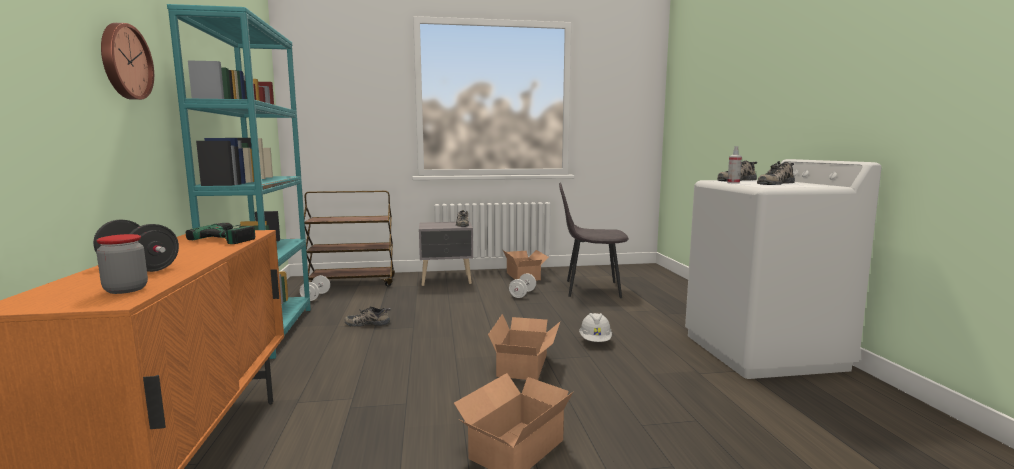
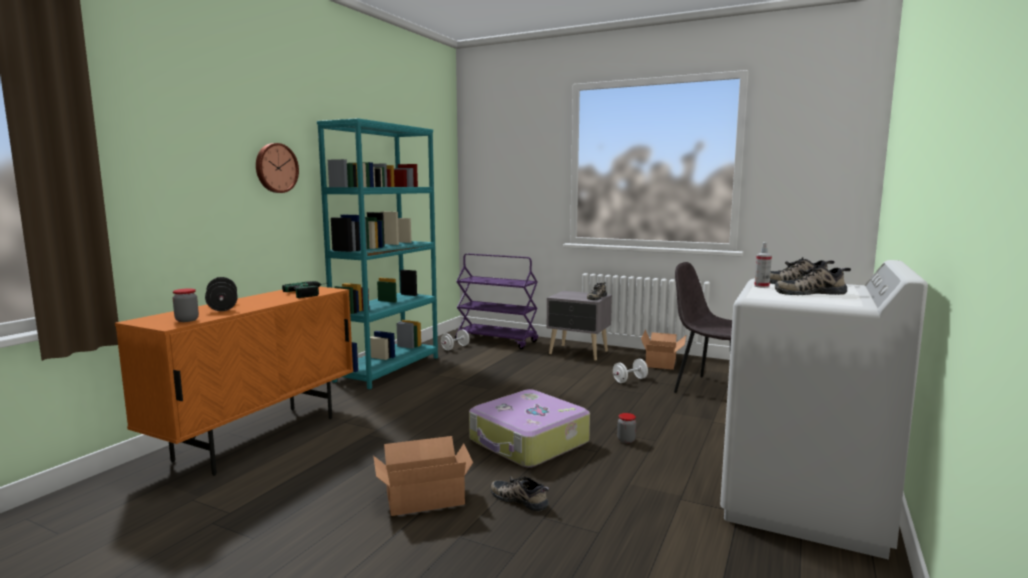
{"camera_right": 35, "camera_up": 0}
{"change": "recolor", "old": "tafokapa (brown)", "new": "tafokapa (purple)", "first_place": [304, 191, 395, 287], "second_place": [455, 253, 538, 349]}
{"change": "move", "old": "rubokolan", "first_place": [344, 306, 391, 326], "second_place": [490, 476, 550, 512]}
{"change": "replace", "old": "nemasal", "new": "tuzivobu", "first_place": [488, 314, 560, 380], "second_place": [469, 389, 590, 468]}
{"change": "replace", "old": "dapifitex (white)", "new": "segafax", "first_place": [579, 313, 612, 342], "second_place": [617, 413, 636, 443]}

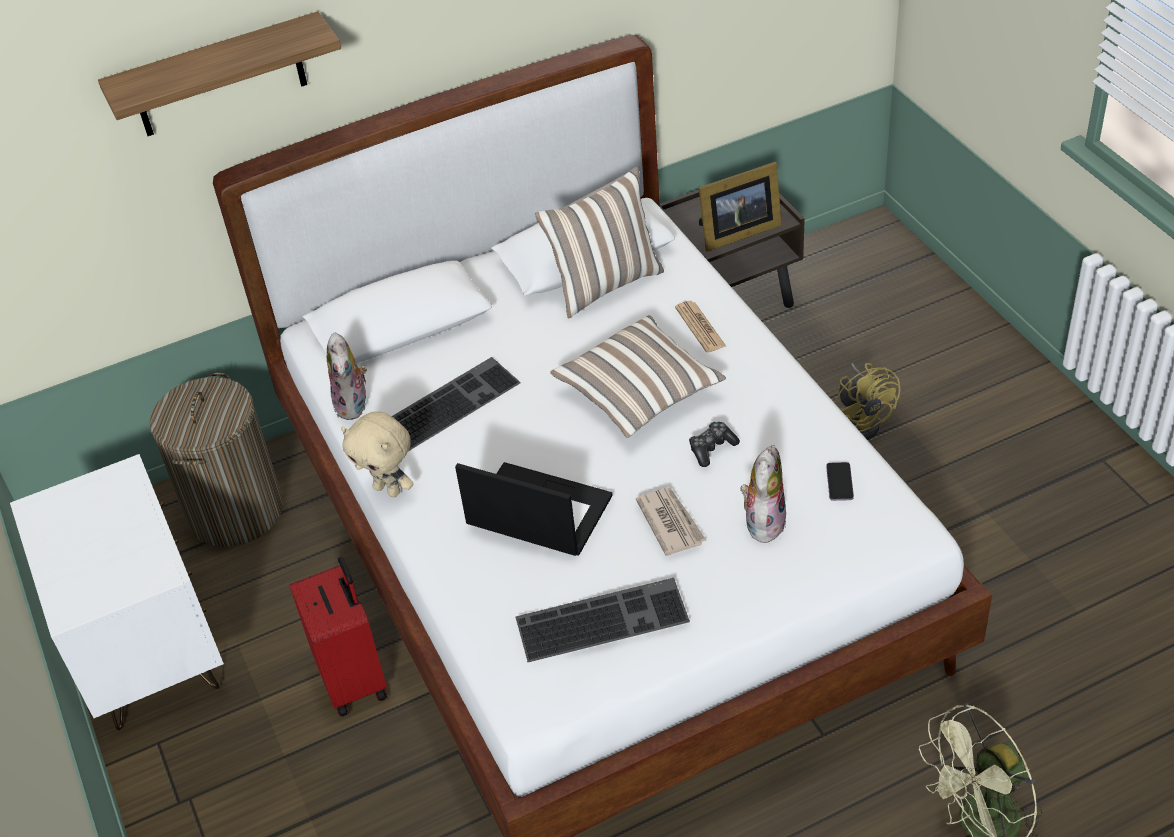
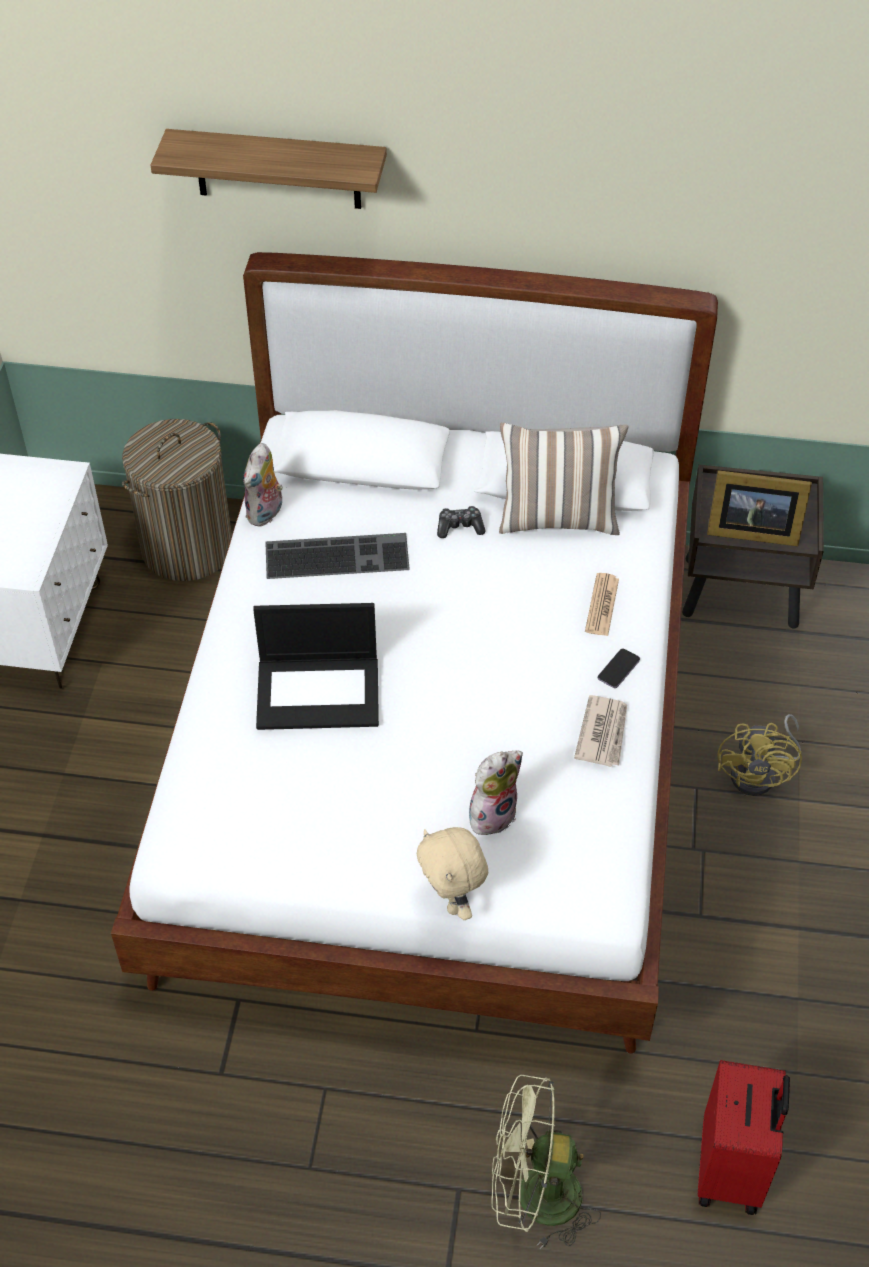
{"camera_right": 30, "camera_up": 5}
{"change": "move", "old": "tuzivobu (red)", "first_place": [289, 556, 387, 717], "second_place": [698, 1060, 790, 1215]}
{"change": "move", "old": "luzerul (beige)", "first_place": [341, 411, 413, 497], "second_place": [417, 827, 488, 920]}
{"change": "rotate", "old": "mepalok", "first_place": [455, 462, 613, 556], "second_place": [253, 603, 379, 730], "degrees": 120}
{"change": "delete", "old": "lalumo", "first_place": [516, 578, 690, 662]}
{"change": "delete", "old": "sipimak", "first_place": [550, 315, 726, 438]}
{"change": "move", "old": "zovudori", "first_place": [636, 488, 706, 556], "second_place": [574, 695, 627, 767]}
{"change": "move", "old": "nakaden", "first_place": [689, 422, 740, 467], "second_place": [437, 506, 486, 538]}
{"change": "move", "old": "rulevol", "first_place": [826, 462, 854, 501], "second_place": [598, 649, 640, 688]}

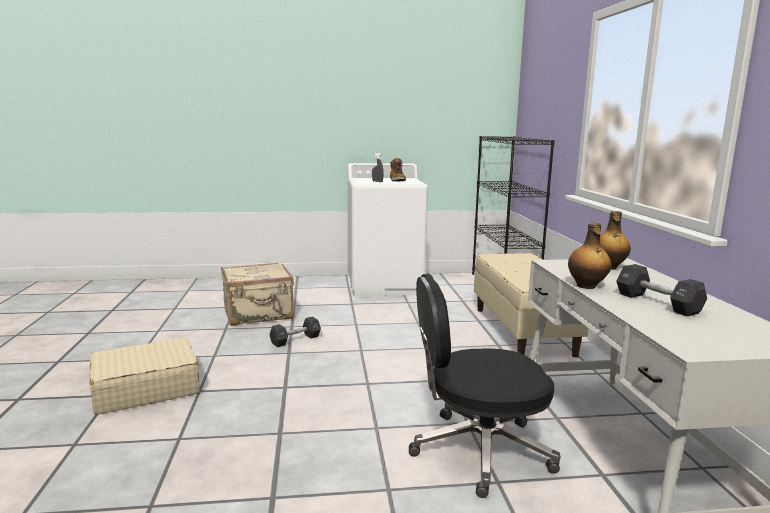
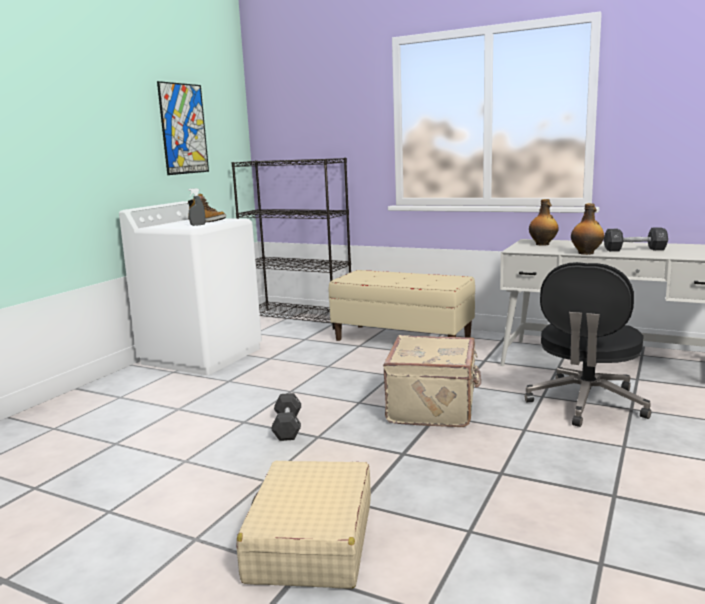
{"camera_right": -55, "camera_up": 0}
{"change": "move", "old": "tuzivobu (beige)", "first_place": [221, 262, 294, 326], "second_place": [383, 335, 481, 427]}
{"change": "insert", "new": "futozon", "second_place": [157, 81, 209, 175]}

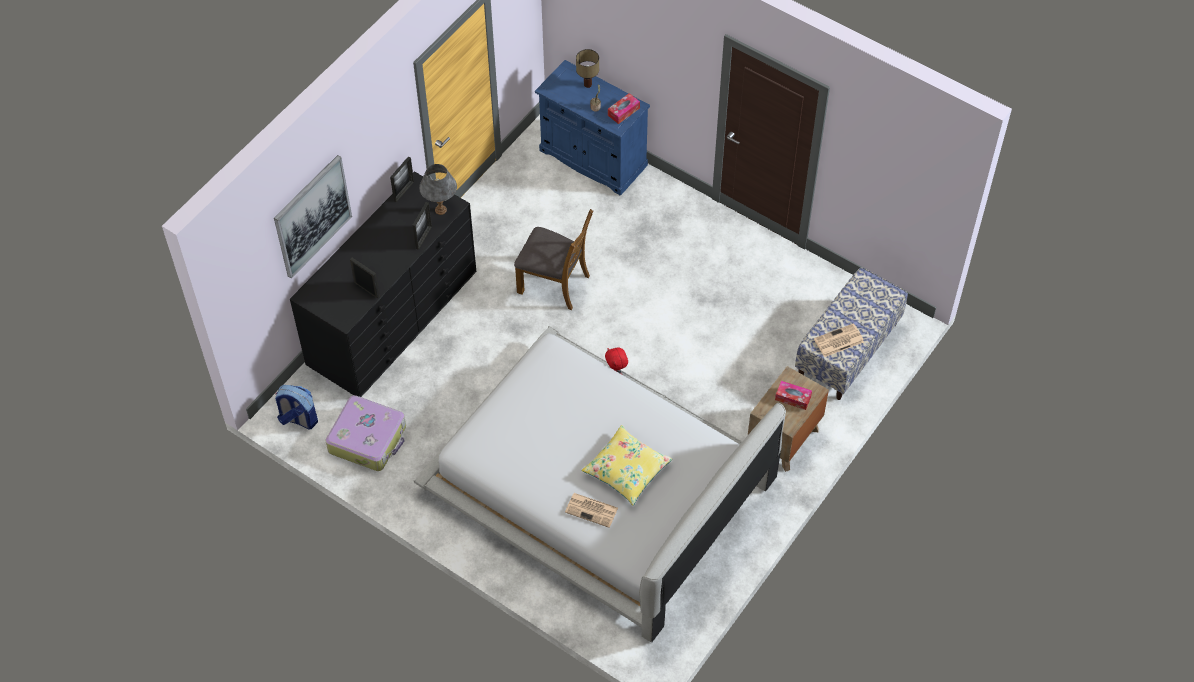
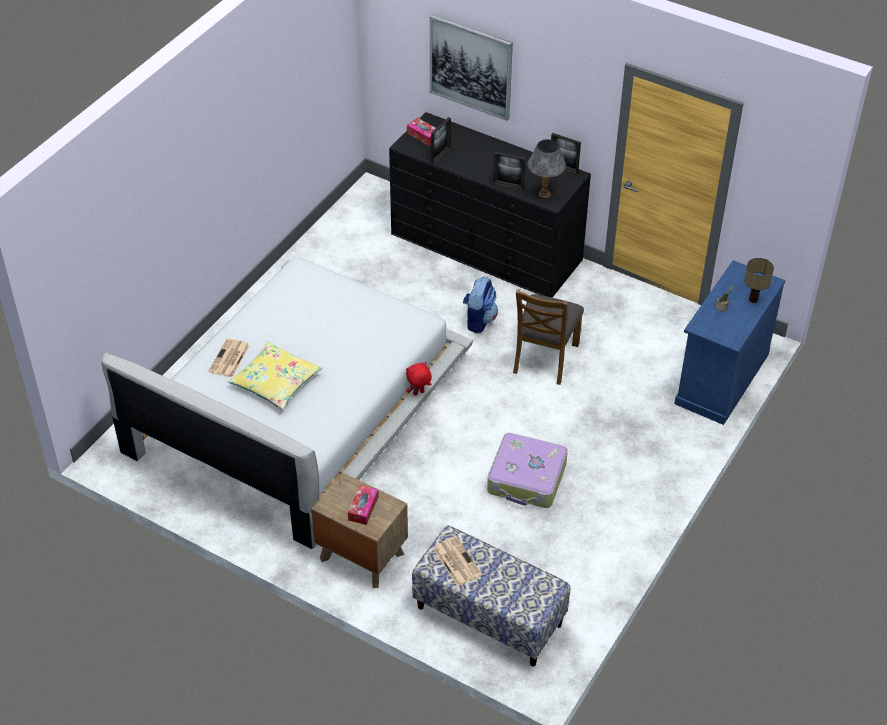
{"camera_right": 85, "camera_up": -10}
{"change": "move", "old": "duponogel", "first_place": [275, 385, 318, 430], "second_place": [463, 277, 498, 334]}
{"change": "move", "old": "tuzivobu", "first_place": [325, 395, 406, 471], "second_place": [487, 433, 568, 508]}
{"change": "move", "old": "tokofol", "first_place": [608, 93, 640, 124], "second_place": [407, 118, 436, 146]}

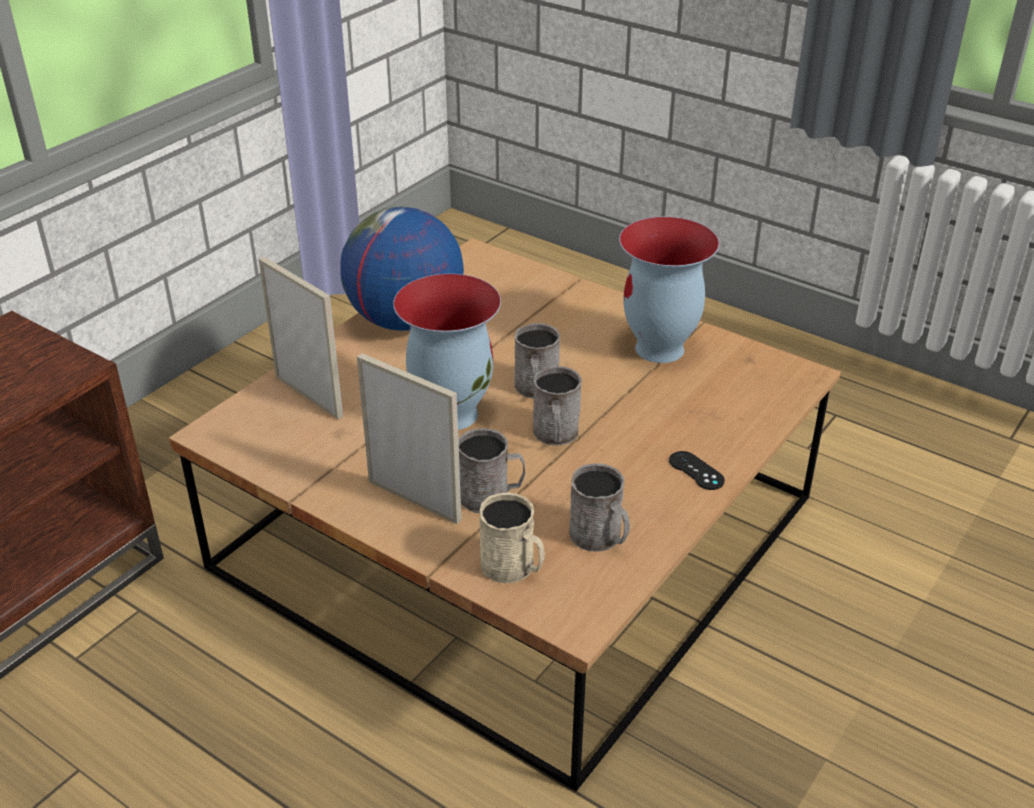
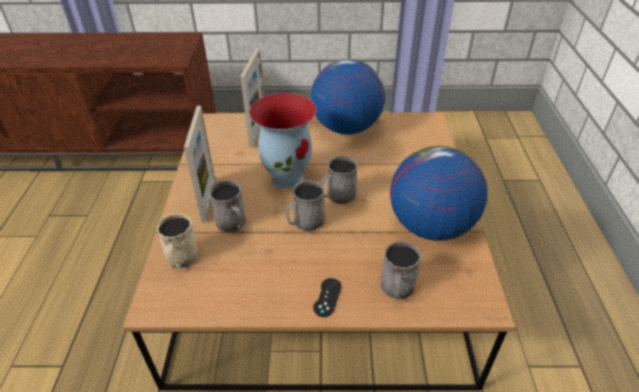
{"camera_right": 55, "camera_up": 5}
{"change": "move", "old": "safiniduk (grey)", "first_place": [569, 464, 630, 552], "second_place": [380, 241, 421, 300]}
{"change": "replace", "old": "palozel", "new": "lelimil", "first_place": [619, 217, 719, 363], "second_place": [390, 146, 487, 241]}

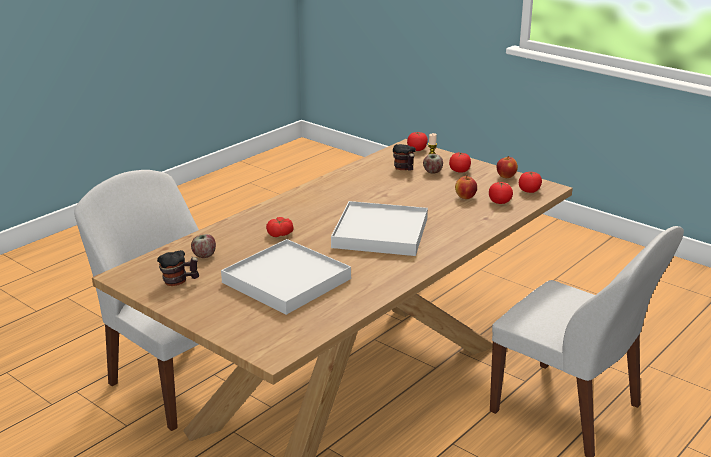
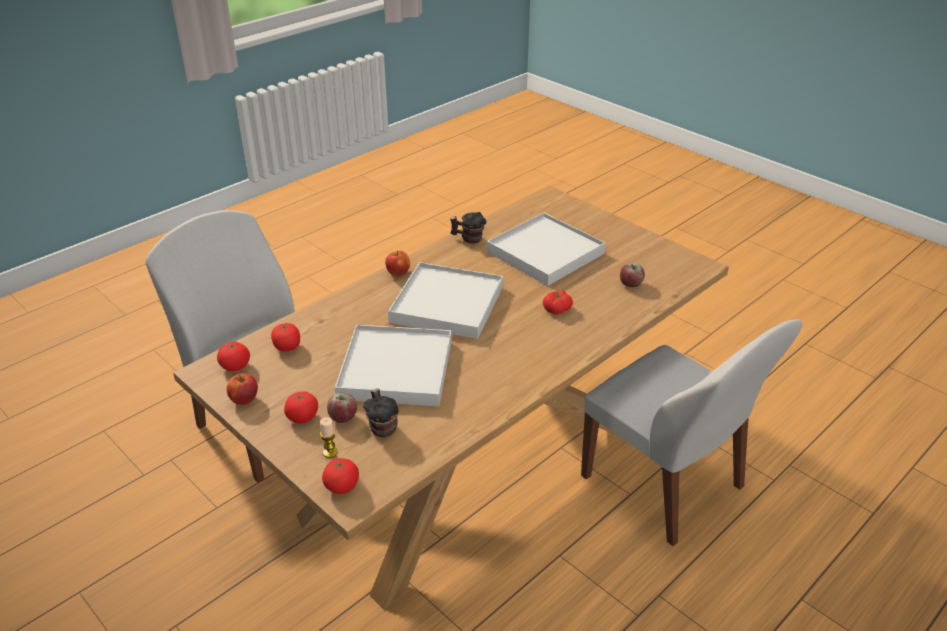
{"camera_right": -175, "camera_up": 10}
{"change": "move", "old": "safiniduk", "first_place": [157, 250, 199, 286], "second_place": [450, 212, 486, 244]}
{"change": "move", "old": "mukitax", "first_place": [455, 175, 477, 199], "second_place": [385, 251, 410, 276]}
{"change": "insert", "new": "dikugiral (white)", "second_place": [335, 325, 452, 406]}

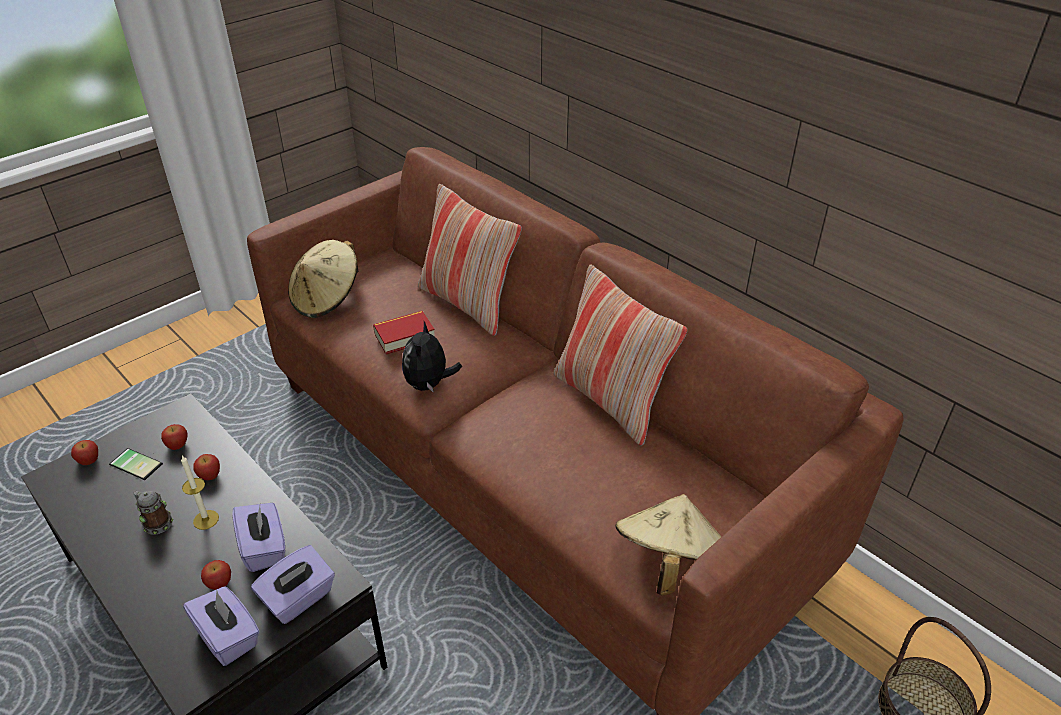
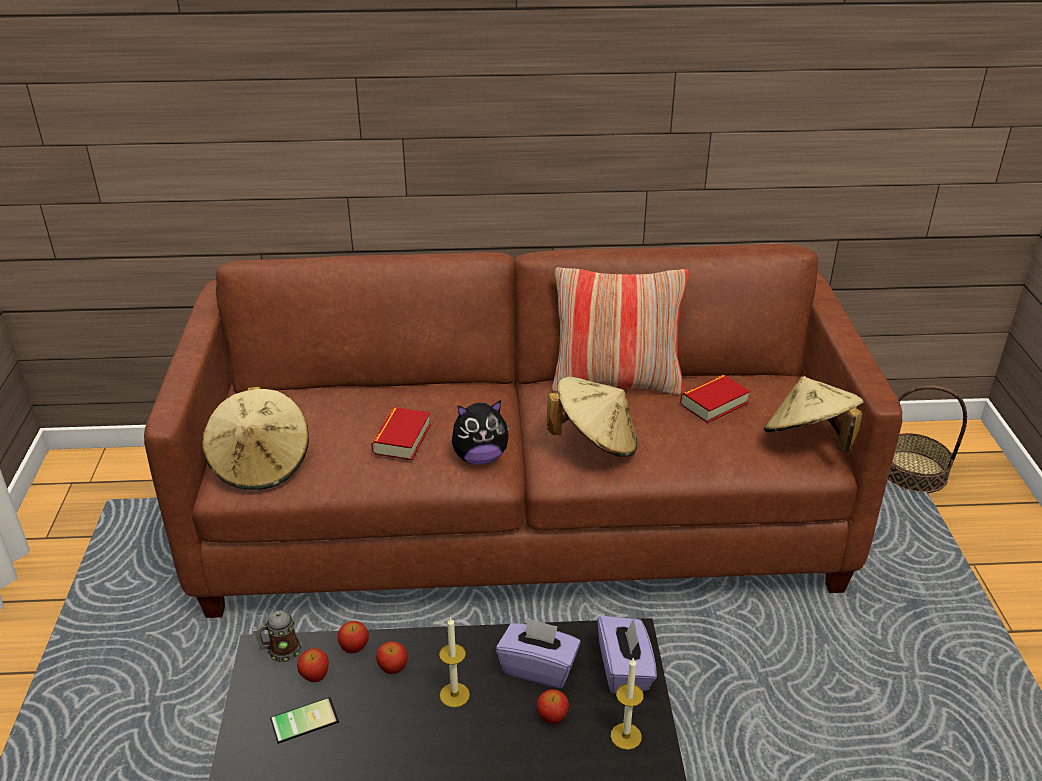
{"camera_right": -50, "camera_up": -5}
{"change": "move", "old": "mukitax", "first_place": [71, 440, 98, 465], "second_place": [338, 621, 369, 654]}
{"change": "move", "old": "safiniduk", "first_place": [133, 491, 173, 535], "second_place": [252, 611, 302, 662]}
{"change": "replace", "old": "tokofol (purple)", "new": "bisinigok", "first_place": [183, 586, 260, 666], "second_place": [611, 657, 644, 750]}
{"change": "rotate", "old": "luzerul", "first_place": [402, 322, 462, 393], "second_place": [452, 400, 510, 465], "degrees": -60}
{"change": "delete", "old": "sipimak", "first_place": [418, 184, 522, 336]}
{"change": "insert", "new": "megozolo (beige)", "second_place": [547, 377, 637, 457]}
{"change": "insert", "new": "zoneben", "second_place": [680, 375, 750, 423]}

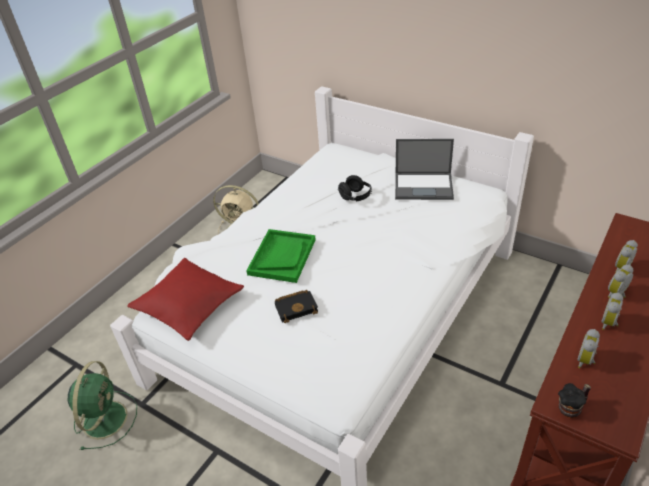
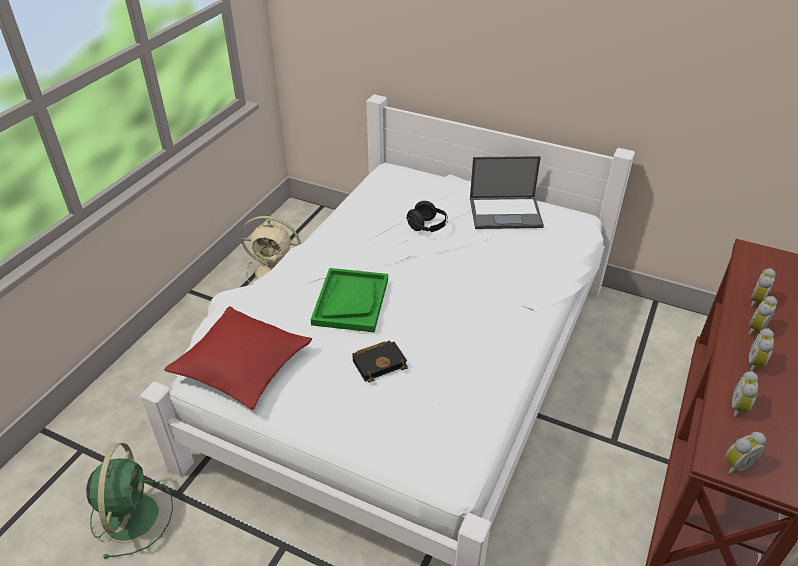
{"camera_right": -10, "camera_up": 0}
{"change": "replace", "old": "safiniduk", "new": "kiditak", "first_place": [558, 383, 591, 418], "second_place": [725, 432, 766, 475]}

